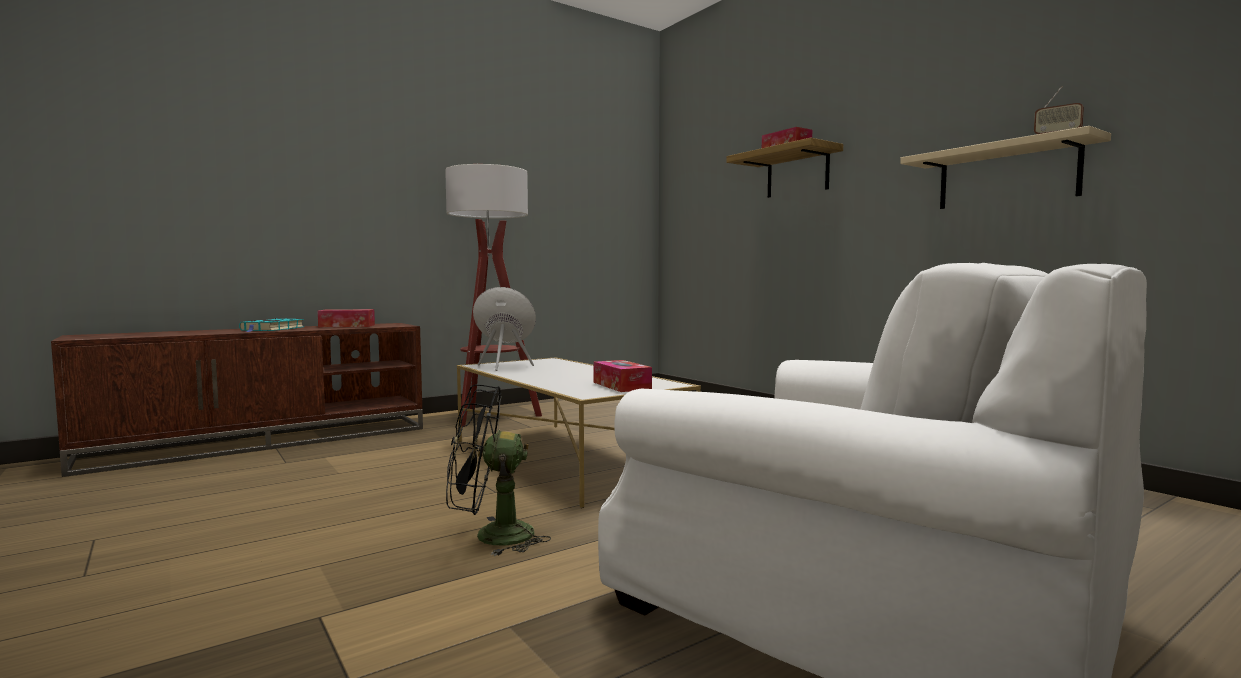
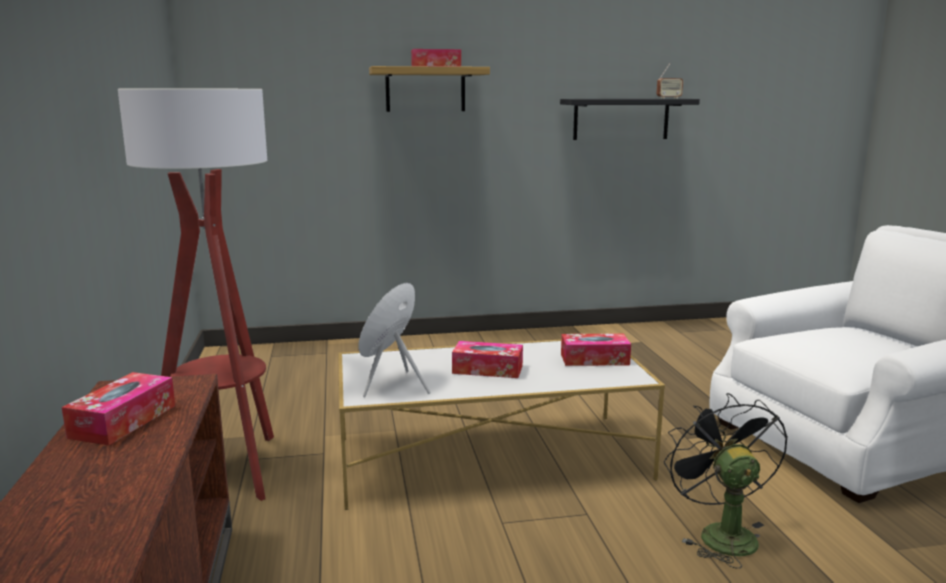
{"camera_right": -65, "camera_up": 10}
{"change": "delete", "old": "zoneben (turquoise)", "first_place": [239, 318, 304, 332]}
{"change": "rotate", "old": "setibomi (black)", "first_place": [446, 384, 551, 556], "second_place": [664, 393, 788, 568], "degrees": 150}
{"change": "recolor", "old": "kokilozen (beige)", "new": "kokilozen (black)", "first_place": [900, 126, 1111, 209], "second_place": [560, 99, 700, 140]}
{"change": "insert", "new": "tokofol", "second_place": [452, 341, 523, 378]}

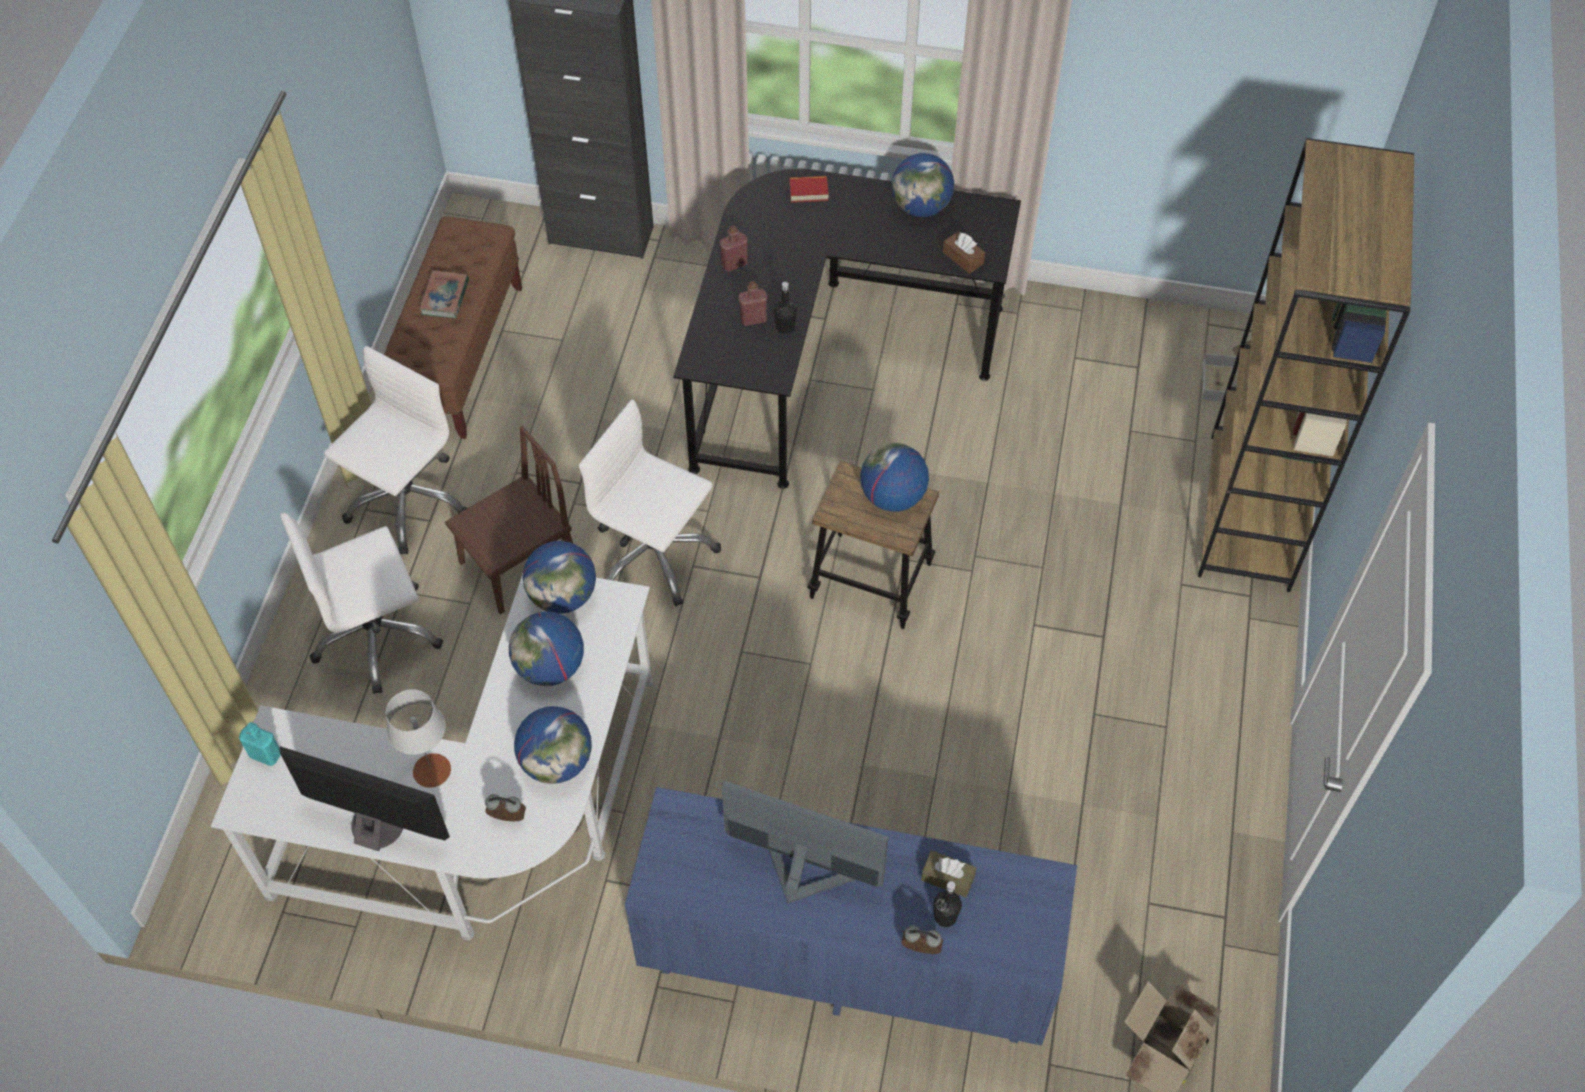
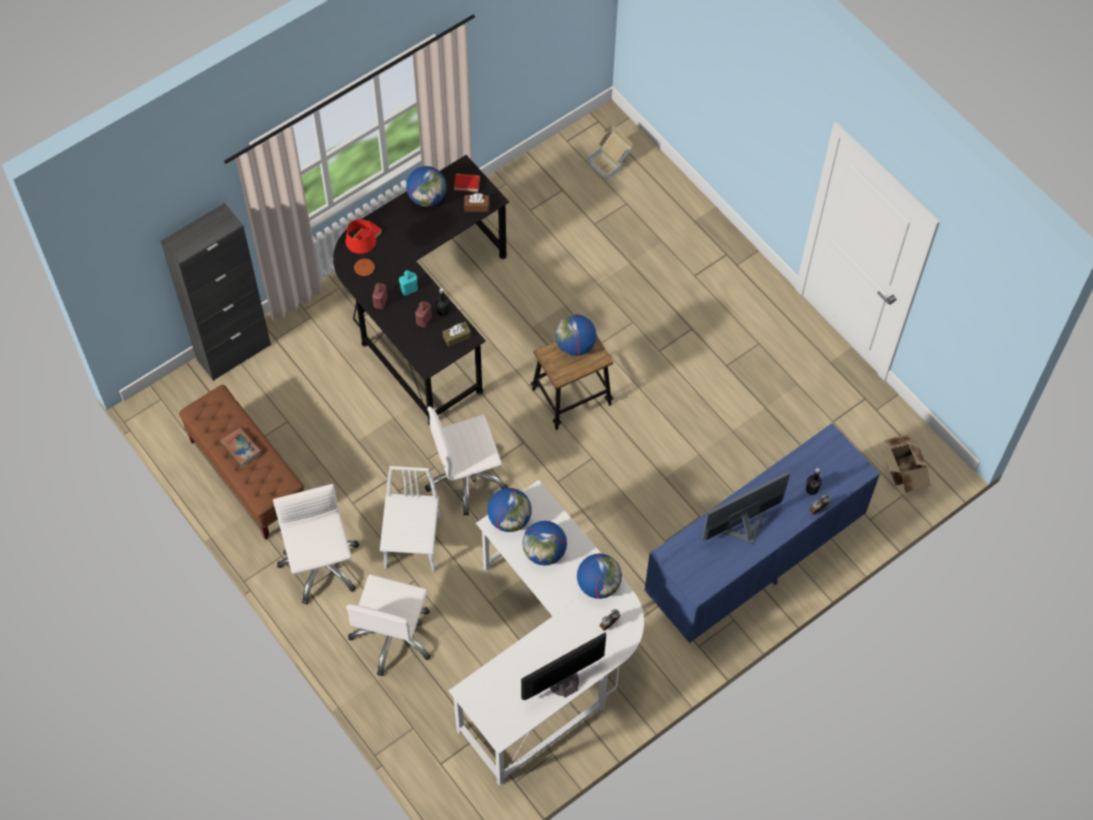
{"camera_right": -50, "camera_up": 5}
{"change": "move", "old": "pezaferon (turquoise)", "first_place": [239, 722, 281, 766], "second_place": [399, 270, 418, 296]}
{"change": "delete", "old": "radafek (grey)", "first_place": [386, 689, 451, 788]}
{"change": "recolor", "old": "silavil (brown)", "new": "silavil (white)", "first_place": [445, 426, 573, 614], "second_place": [380, 466, 440, 571]}
{"change": "move", "old": "tokofol (brown)", "first_place": [921, 850, 976, 897], "second_place": [442, 322, 471, 347]}
{"change": "delete", "old": "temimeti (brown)", "first_place": [1198, 138, 1414, 592]}
{"change": "insert", "new": "radafek (red)", "second_place": [345, 219, 376, 276]}
{"change": "insert", "new": "zoneben", "second_place": [454, 174, 480, 193]}

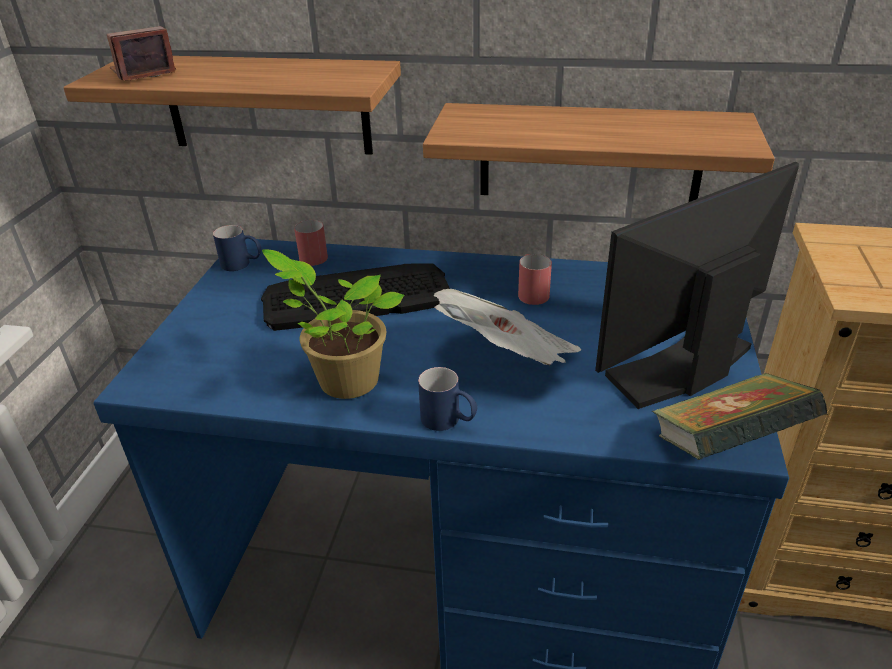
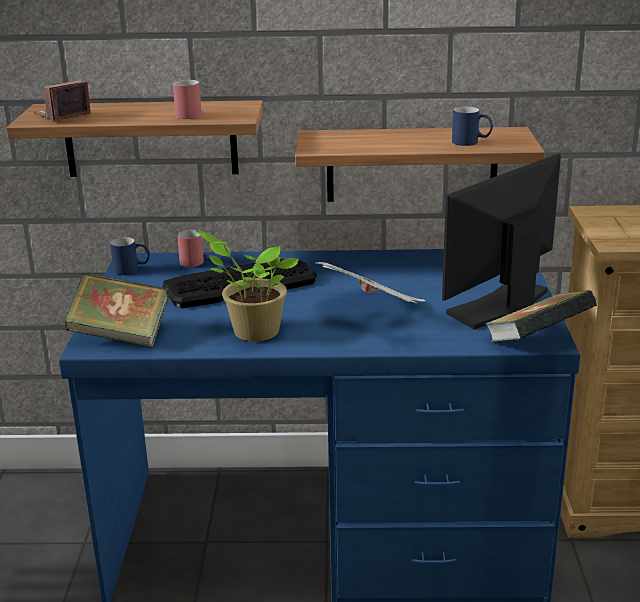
{"camera_right": -10, "camera_up": -10}
{"change": "move", "old": "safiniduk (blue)", "first_place": [418, 367, 478, 431], "second_place": [452, 107, 493, 146]}
{"change": "move", "old": "safiniduk (red)", "first_place": [518, 254, 552, 305], "second_place": [173, 80, 202, 119]}
{"change": "insert", "new": "zoneben", "second_place": [64, 273, 169, 347]}

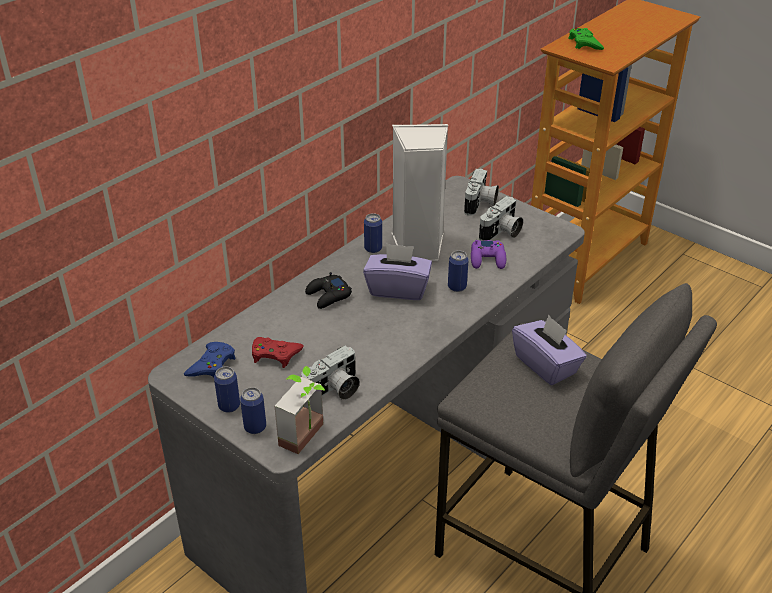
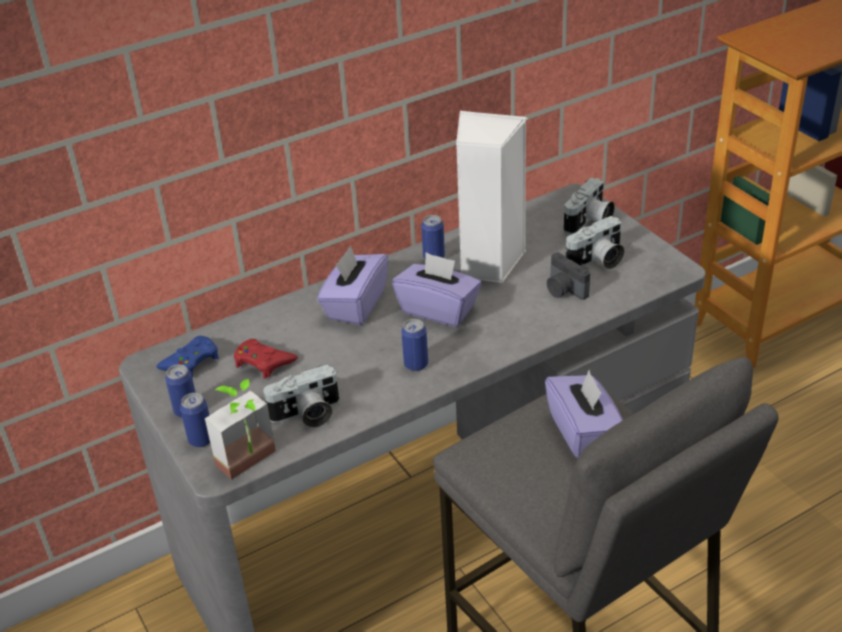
{"camera_right": 20, "camera_up": 0}
{"change": "replace", "old": "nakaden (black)", "new": "tokofol (purple)", "first_place": [305, 272, 352, 309], "second_place": [317, 246, 388, 325]}
{"change": "move", "old": "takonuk", "first_place": [448, 251, 468, 292], "second_place": [401, 319, 428, 371]}
{"change": "replace", "old": "nakaden (purple)", "new": "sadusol", "first_place": [471, 240, 506, 269], "second_place": [547, 252, 590, 299]}
{"change": "delete", "old": "nakaden (green)", "first_place": [568, 28, 604, 50]}

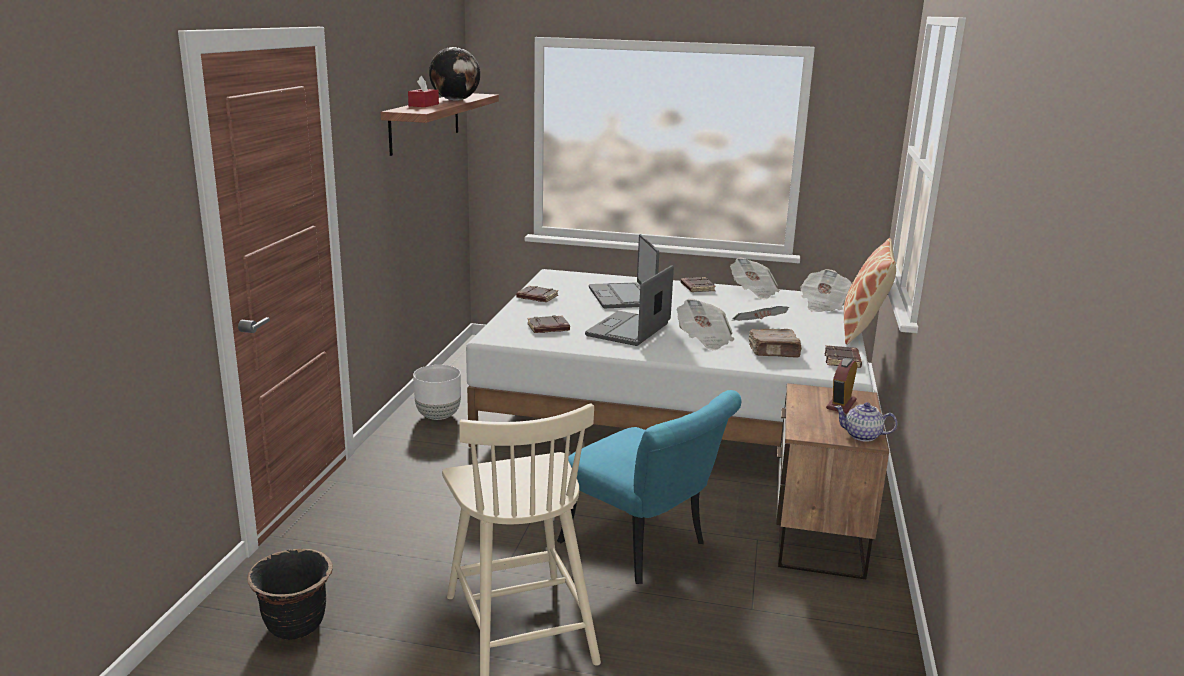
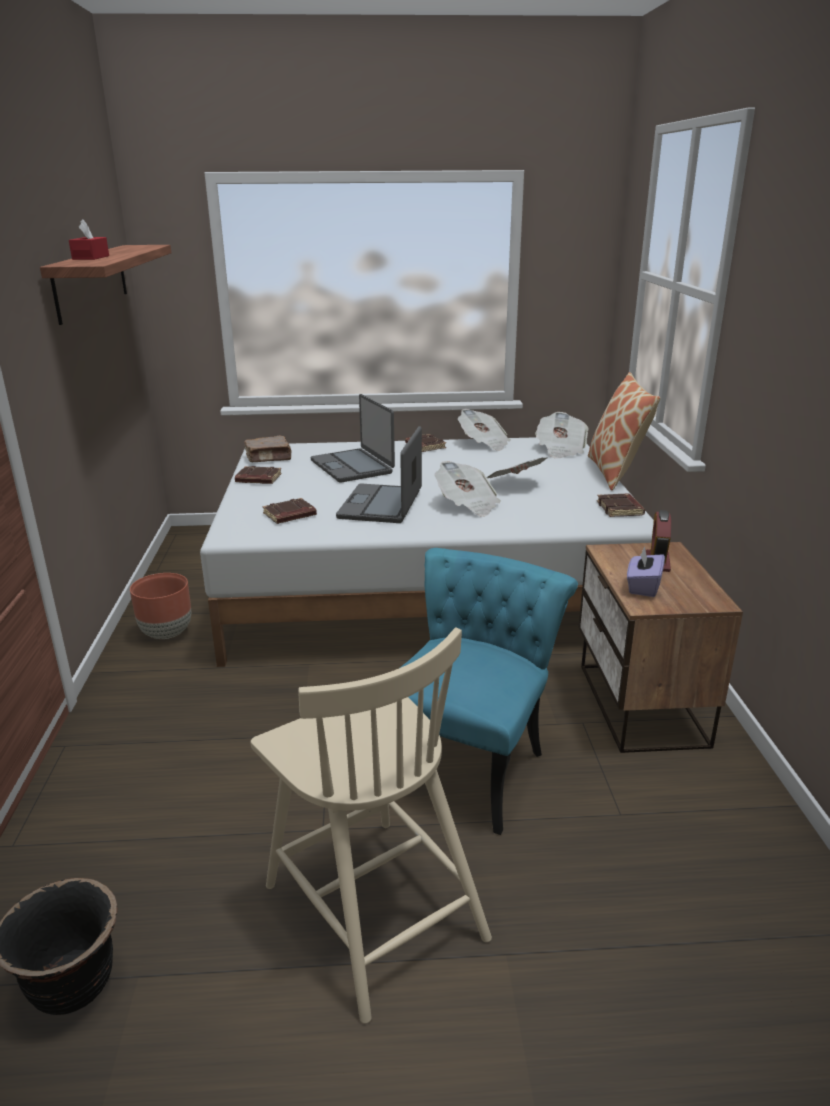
{"camera_right": -15, "camera_up": 5}
{"change": "recolor", "old": "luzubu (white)", "new": "luzubu (brown)", "first_place": [413, 365, 461, 420], "second_place": [130, 573, 191, 639]}
{"change": "delete", "old": "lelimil", "first_place": [429, 47, 480, 101]}
{"change": "rotate", "old": "silavil (turquoise)", "first_place": [557, 390, 741, 584], "second_place": [400, 548, 578, 835], "degrees": -90}
{"change": "move", "old": "zoneben (brown)", "first_place": [748, 329, 802, 358], "second_place": [244, 436, 292, 462]}
{"change": "delete", "old": "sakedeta", "first_place": [834, 402, 897, 442]}
{"change": "insert", "new": "tokofol (purple)", "second_place": [627, 546, 665, 597]}

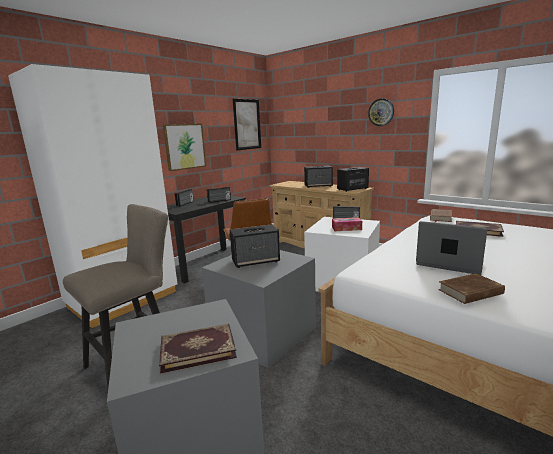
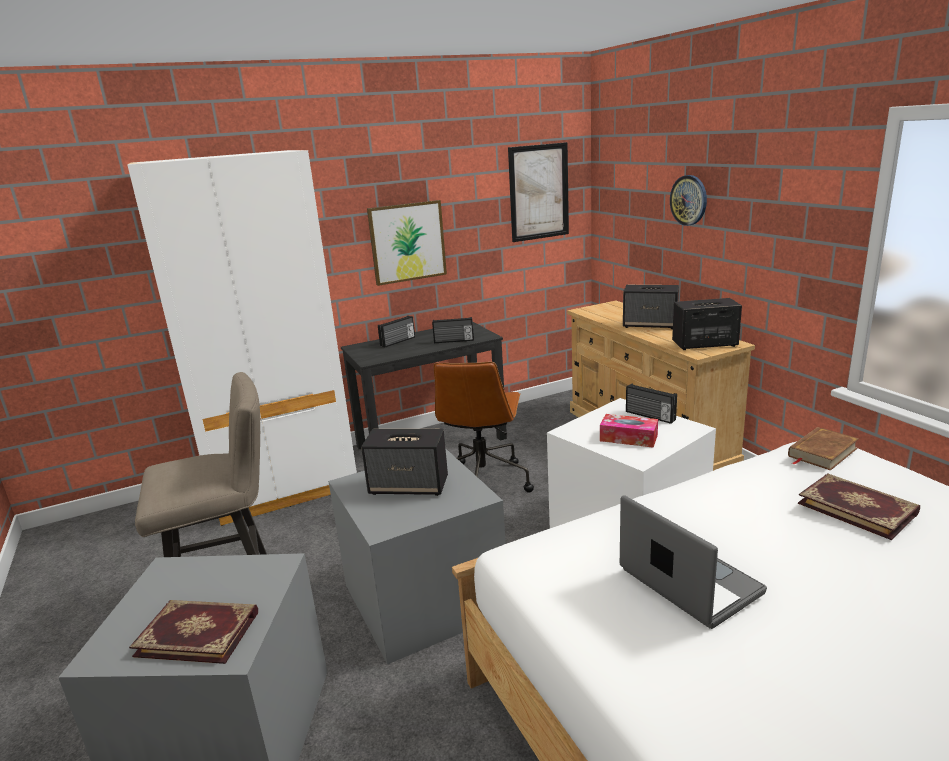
{"camera_right": 25, "camera_up": 5}
{"change": "move", "old": "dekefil", "first_place": [368, 98, 394, 126], "second_place": [670, 175, 707, 226]}
{"change": "delete", "old": "zoneben (brown)", "first_place": [438, 273, 505, 304]}

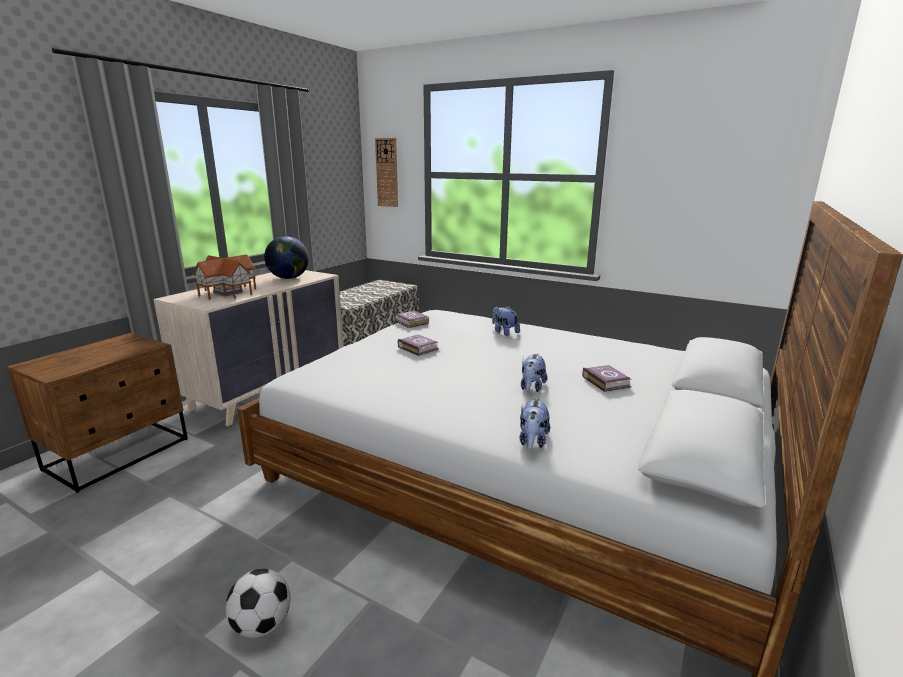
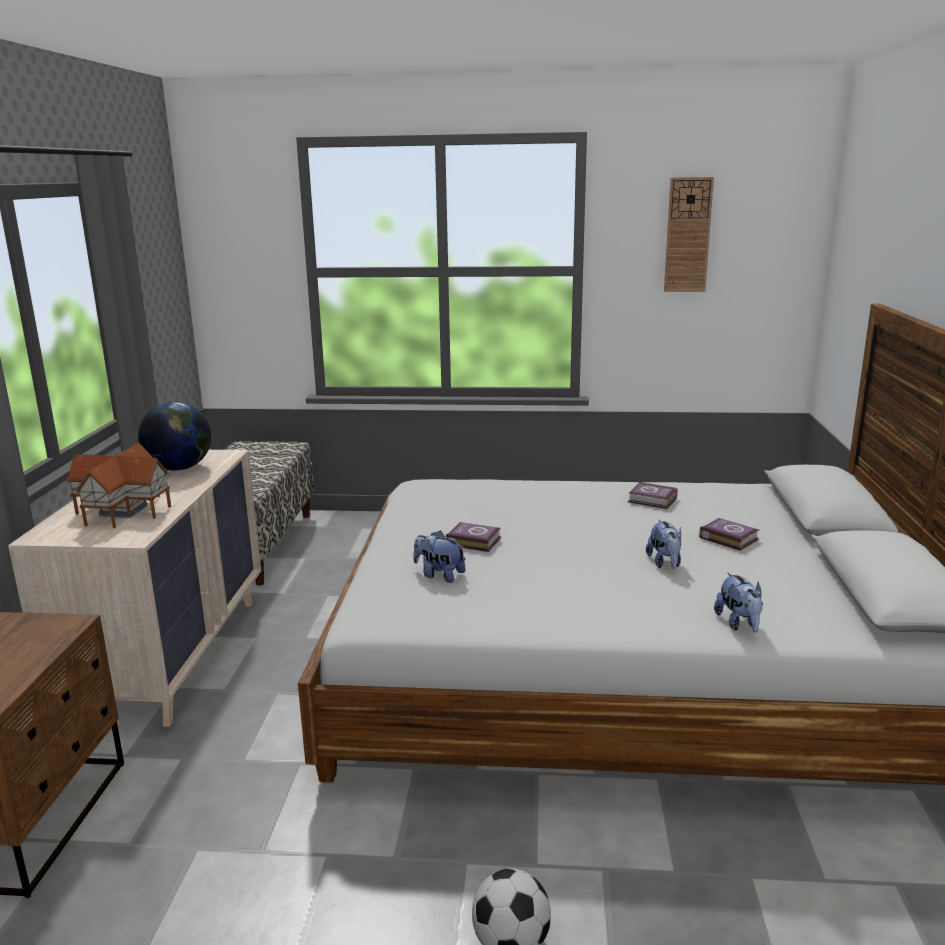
{"camera_right": -25, "camera_up": 0}
{"change": "move", "old": "dekefil", "first_place": [375, 138, 398, 207], "second_place": [664, 177, 714, 292]}
{"change": "move", "old": "zoneben", "first_place": [395, 310, 429, 328], "second_place": [628, 482, 678, 509]}
{"change": "move", "old": "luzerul", "first_place": [492, 306, 520, 336], "second_place": [413, 531, 466, 583]}

